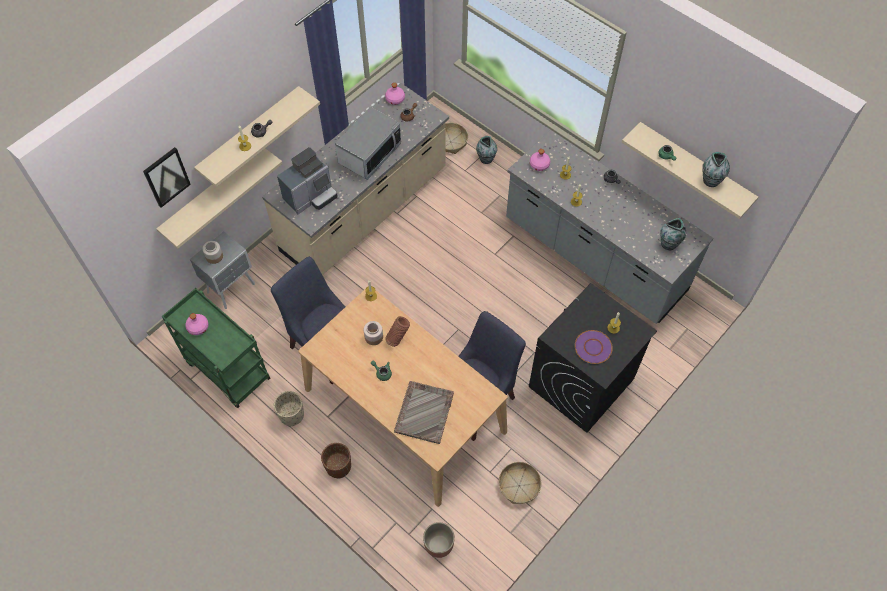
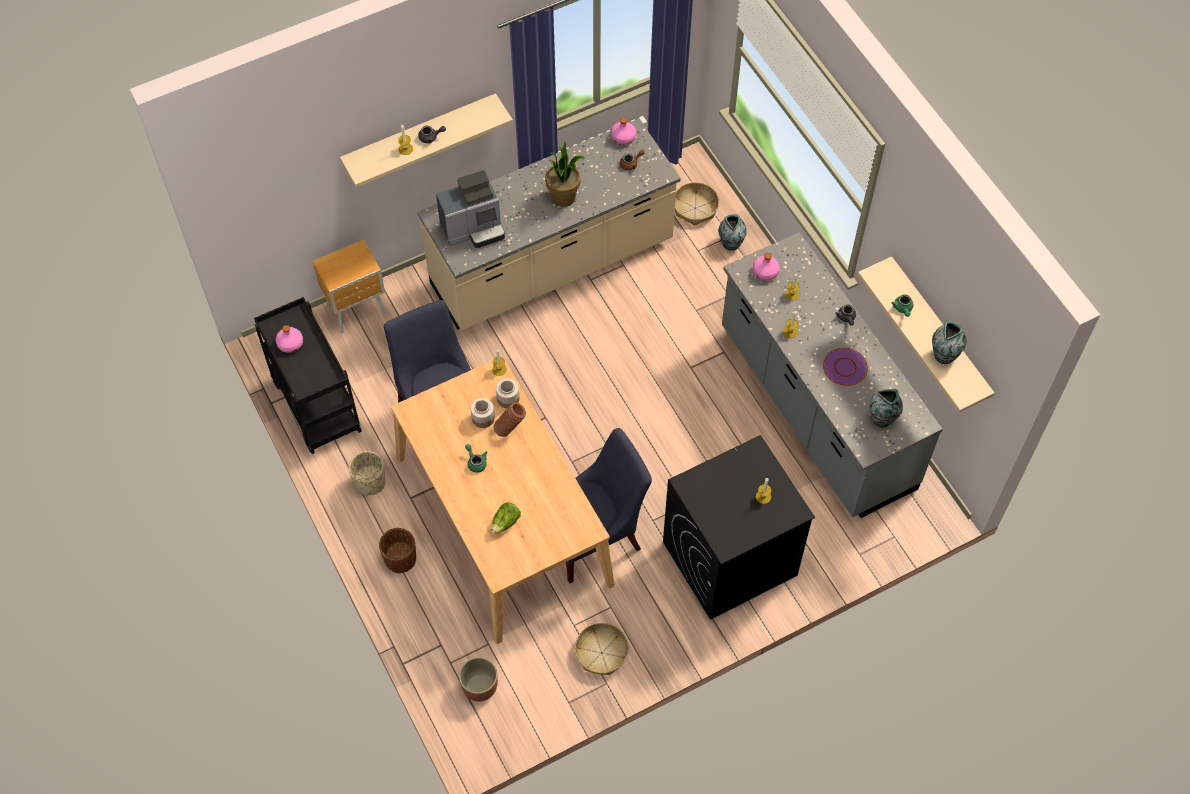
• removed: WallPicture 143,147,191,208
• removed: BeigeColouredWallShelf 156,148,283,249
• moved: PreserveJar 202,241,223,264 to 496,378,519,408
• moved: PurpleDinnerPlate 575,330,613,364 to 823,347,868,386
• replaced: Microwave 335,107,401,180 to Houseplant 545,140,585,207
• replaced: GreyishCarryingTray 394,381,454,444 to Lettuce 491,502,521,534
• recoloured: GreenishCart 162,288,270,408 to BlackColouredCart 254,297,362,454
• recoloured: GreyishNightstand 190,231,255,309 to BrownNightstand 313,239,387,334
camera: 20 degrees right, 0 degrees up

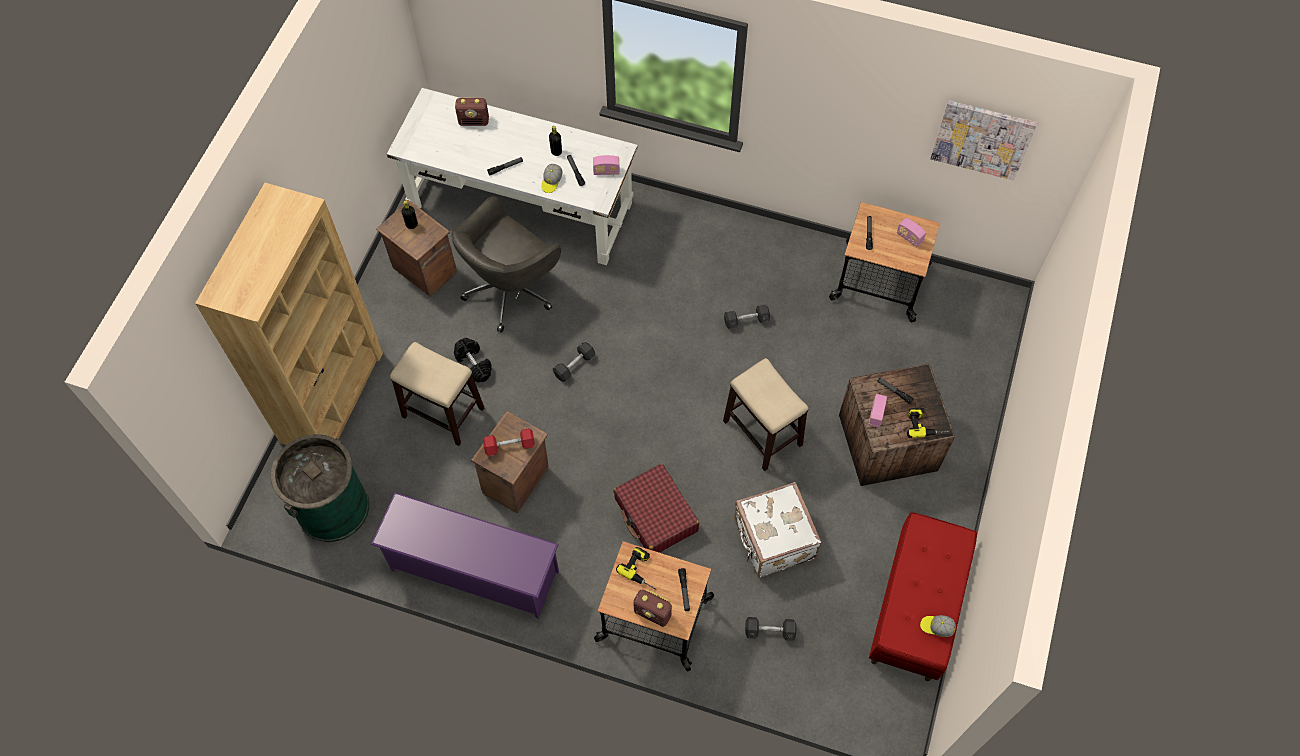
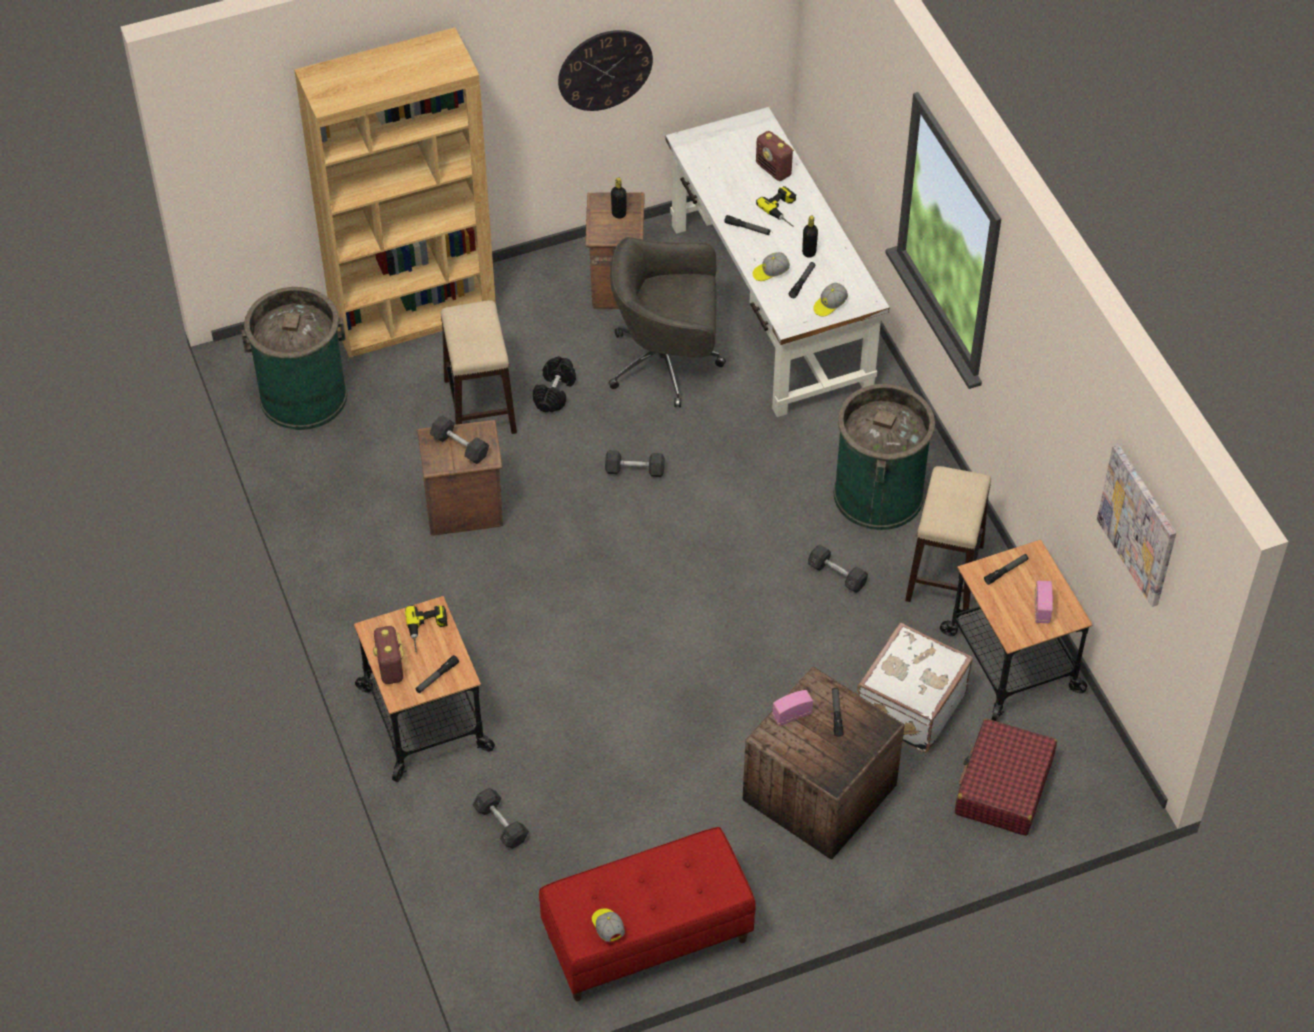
• removed: PurpleShoeShelf 371,493,559,619
• added: ClockOnTheWall 558,30,653,111
• added: GreenishTrashCan 833,384,935,530
• moved: RedColouredPieceOfLuggage 613,463,700,553 to 955,719,1057,836
• moved: SittingStool 723,358,808,471 to 905,466,991,614
• moved: WhiteColouredPieceOfLuggage 734,482,821,578 to 857,622,973,753
• moved: ElectricDrill 907,408,950,438 to 756,186,796,227
• replaced: RadioSet 593,155,620,175 to BaseballCap 813,283,848,316
• recoloured: RedColouredHandWeight 483,428,535,456 to GreyishHandWeight 430,415,489,464
camera: 50 degrees right, 10 degrees down

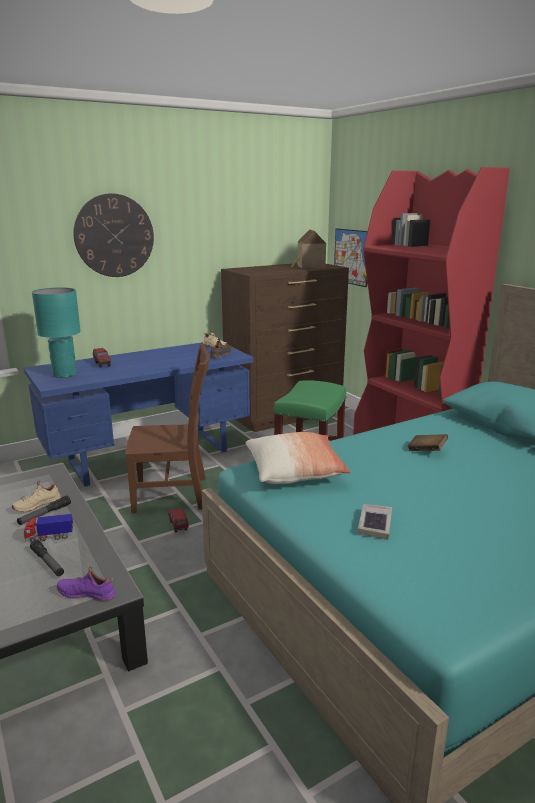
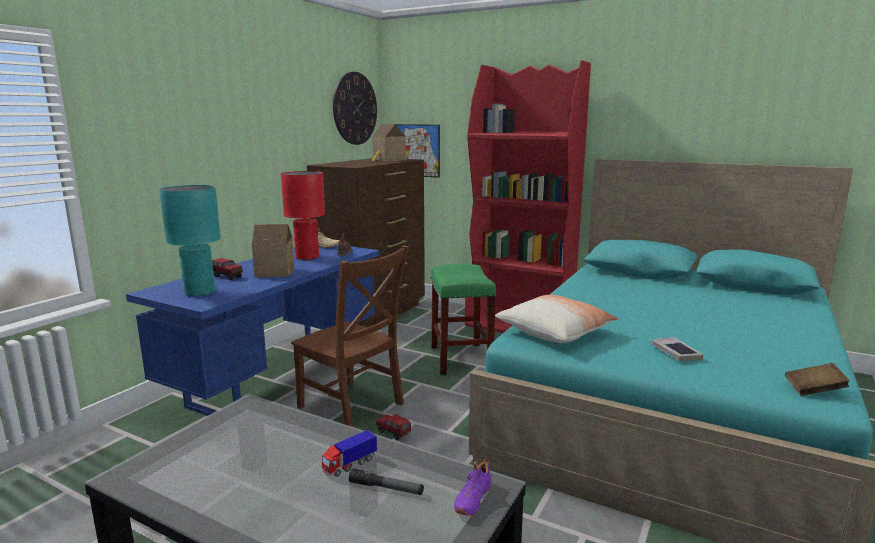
• removed: BeigeColouredLowShoe 12,480,61,512
• removed: Torch 17,496,71,525
• added: ModelHouse 252,224,294,277
• added: RedColouredTabletopLamp 281,171,325,260
• moved: ClockOnTheWall 73,193,154,277 to 333,72,377,145
• moved: BrownBook 407,434,448,451 to 785,363,850,396
• turned: PurpleLowShoe 57,566,116,602 = 454,458,492,516 45 degrees counterclockwise
• turned: BrownUprightChair 125,344,210,513 = 291,246,409,427 75 degrees clockwise
camera: 30 degrees left, 5 degrees down

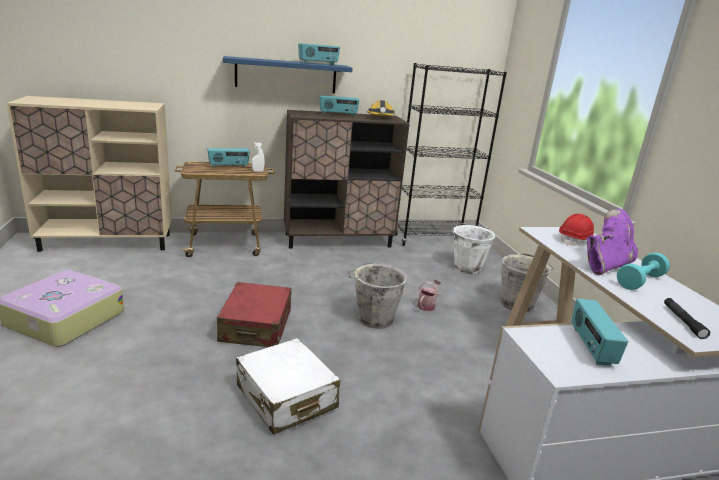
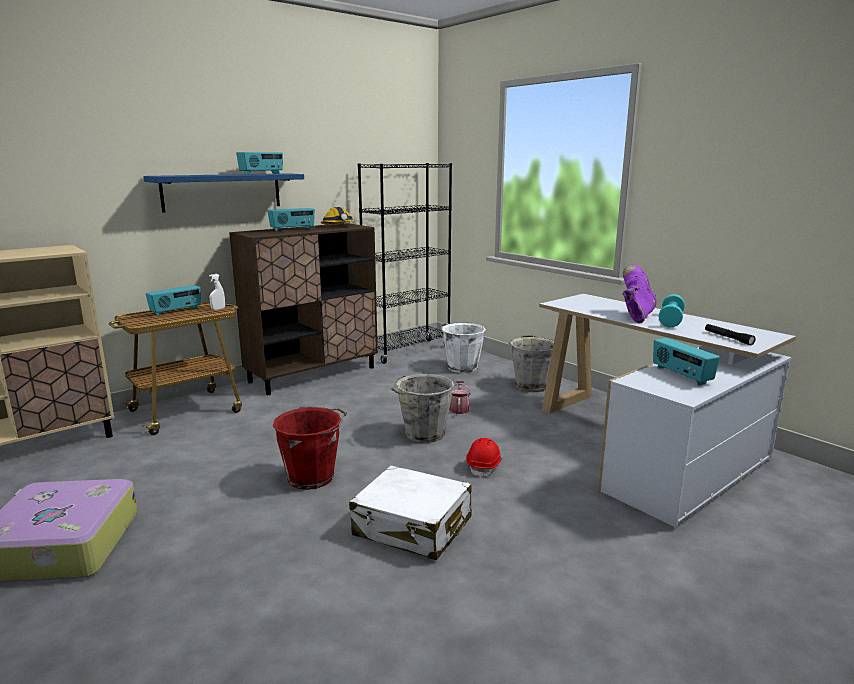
• moved: RedColouredSafetyHelmet 559,214,594,246 to 466,438,502,478
• replaced: RedColouredPieceOfLuggage 217,282,291,347 to RedColouredWaterBucket 273,406,347,490
camera: 25 degrees left, 5 degrees down

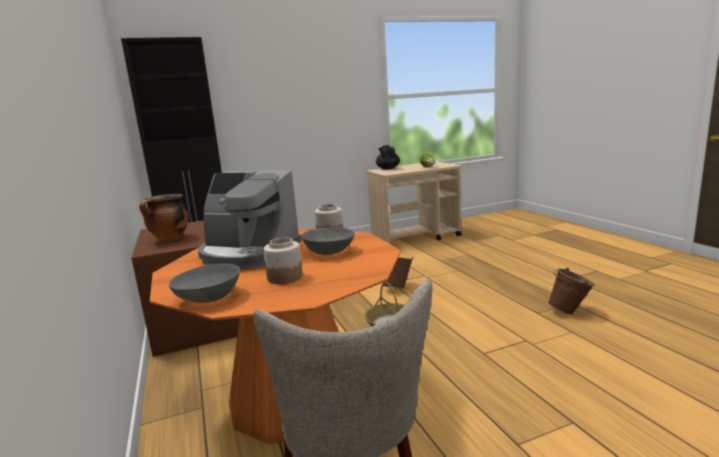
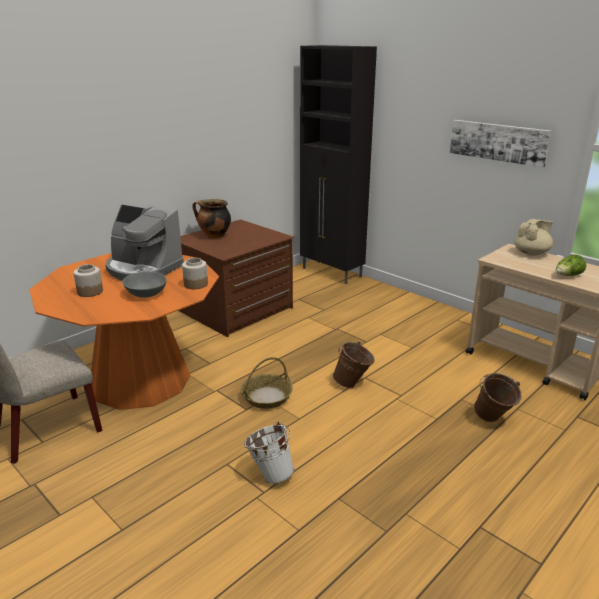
• removed: GreyishDeepDish 169,264,240,303
• added: WhiteColouredWaterBucket 244,421,295,484
• added: WallPicture 450,120,552,167
• moved: BrownWaterBucket 548,268,595,315 to 474,373,522,422
• recoloured: BlackColouredTeapot 376,145,400,170 to BeigeColouredTeapot 514,219,553,256
• turned: CoffeeMachine 198,170,301,269 = 105,202,184,281 60 degrees counterclockwise
camera: 65 degrees right, 10 degrees up

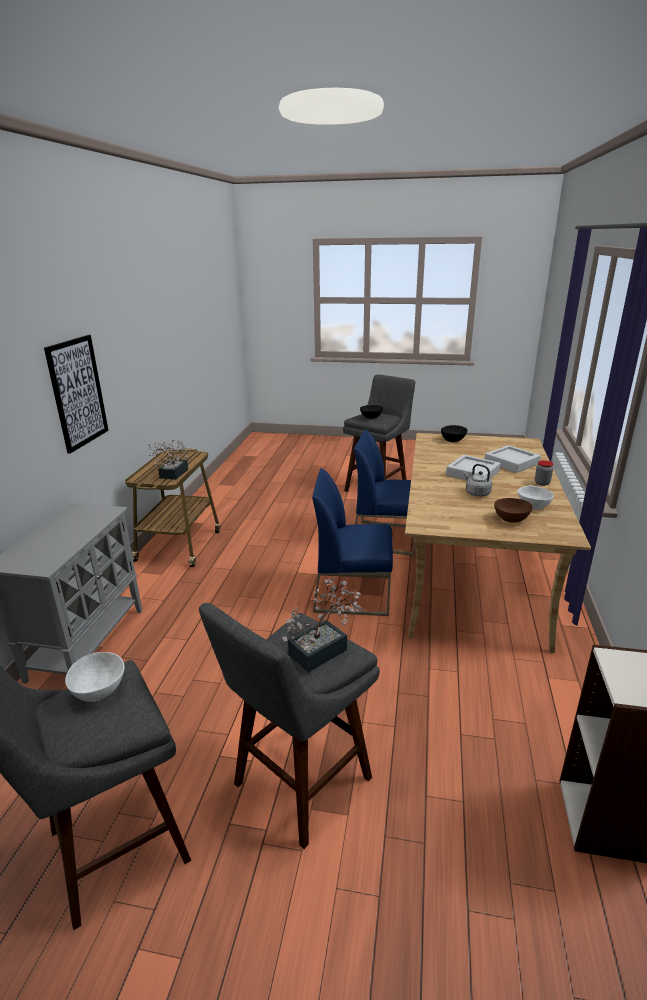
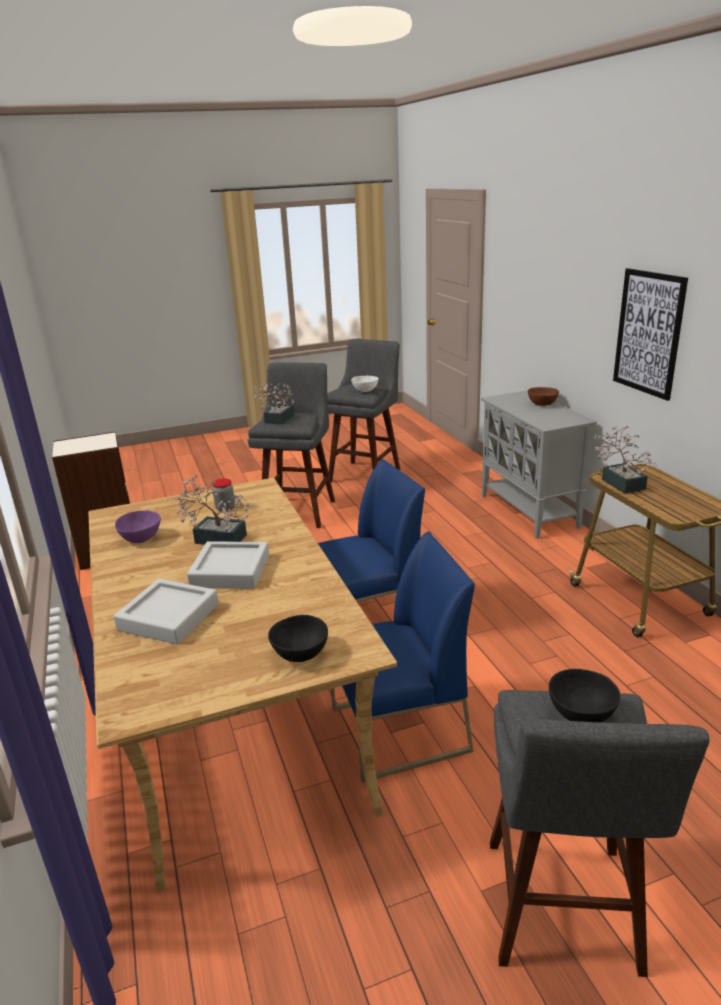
• moved: BrownDeepDish 494,498,533,522 to 528,387,559,406
• moved: PreserveJar 535,460,553,486 to 212,479,235,512
• replaced: GreyishTeaKettle 464,464,492,497 to Houseplant 172,475,252,545
• recoloured: WhiteColouredDeepDish 517,486,554,510 to PurpleDeepDish 115,510,161,543
camera: 150 degrees right, 0 degrees up

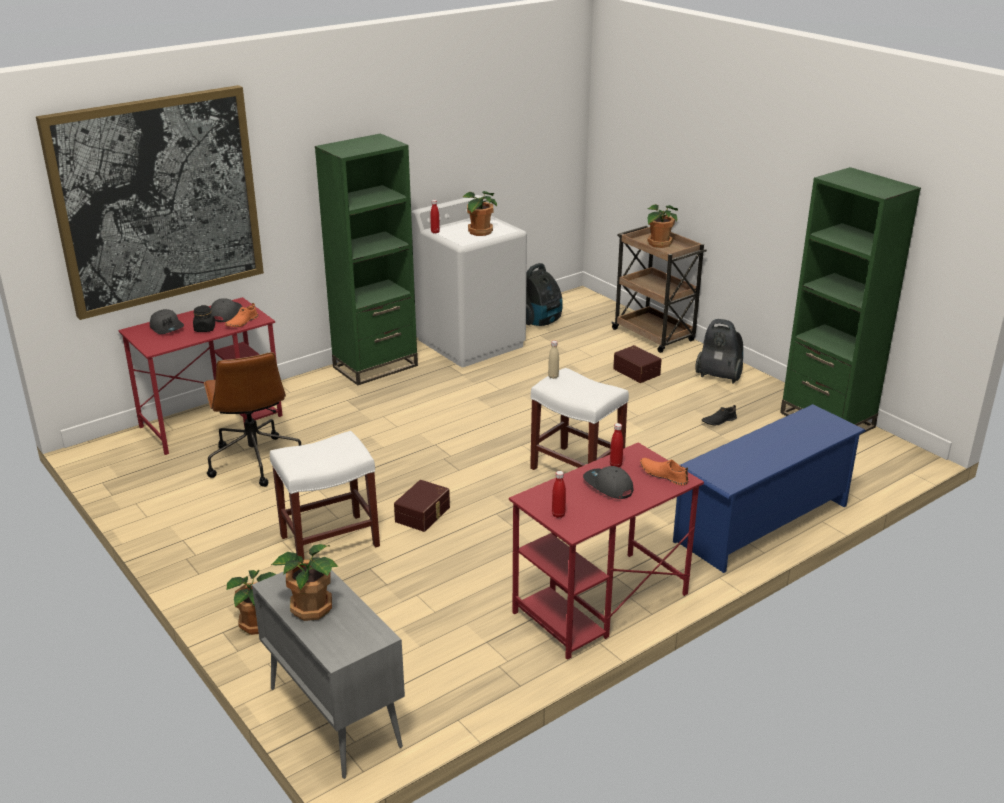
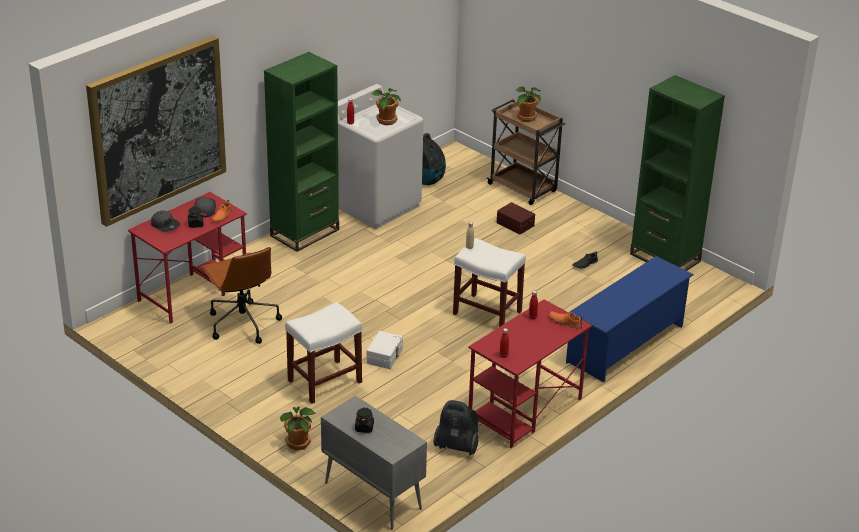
• removed: GreyishBaseballCap 583,466,633,499
• moved: Hoover 695,319,743,383 to 434,400,479,455
• replaced: Houseplant 271,544,339,621 to BlackColouredPreserveJar 355,408,374,433
• recoloured: BrownStorageBin 394,480,450,532 to WhiteColouredStorageBin 366,331,403,369
camera: 10 degrees left, 5 degrees up

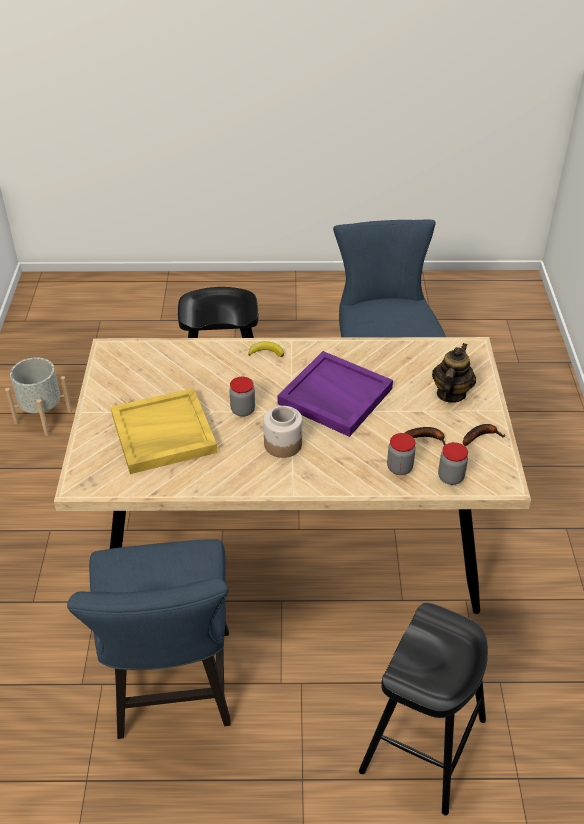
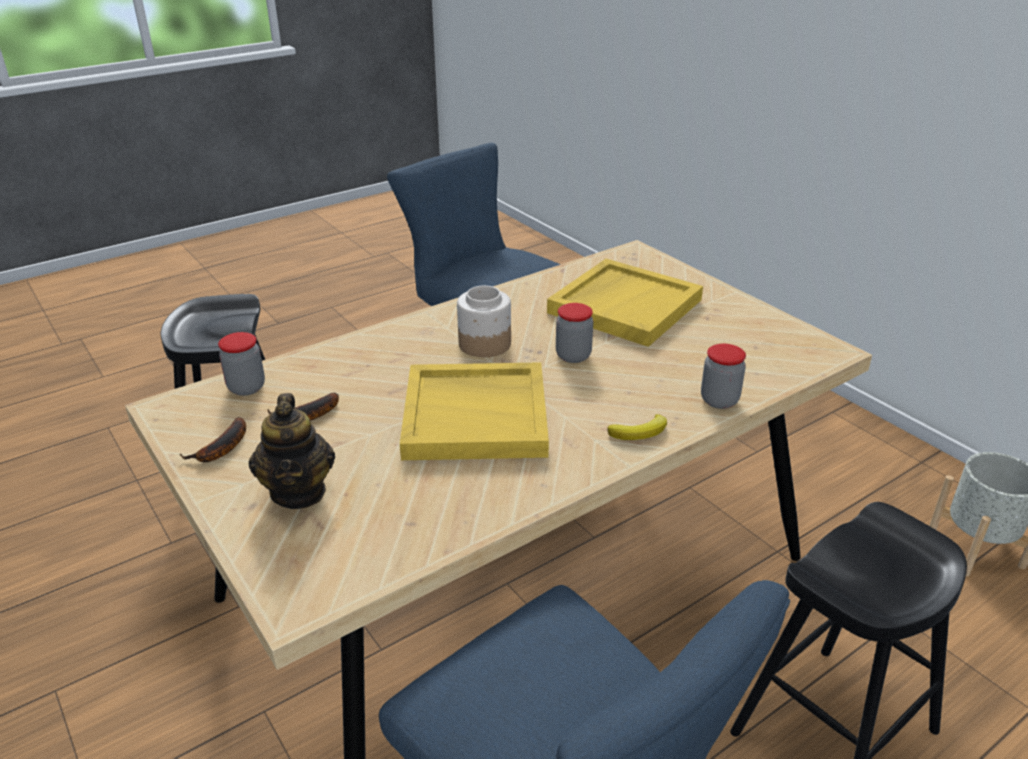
• moved: PreserveJar 387,433,416,475 to 701,344,746,409
• recoloured: PurpleCarryingTray 278,351,393,437 to YellowishCarryingTray 400,362,549,460
camera: 145 degrees right, 10 degrees down

